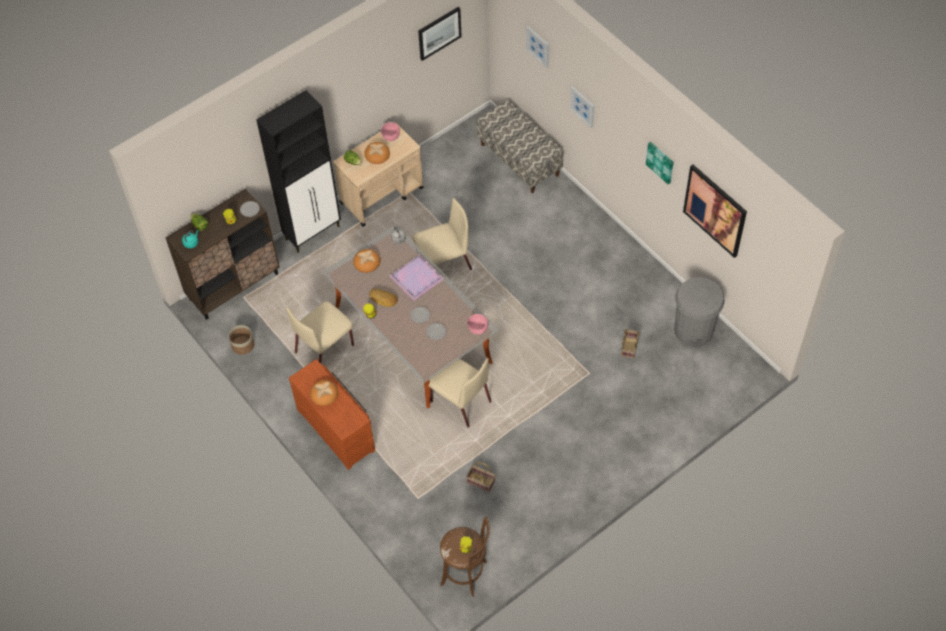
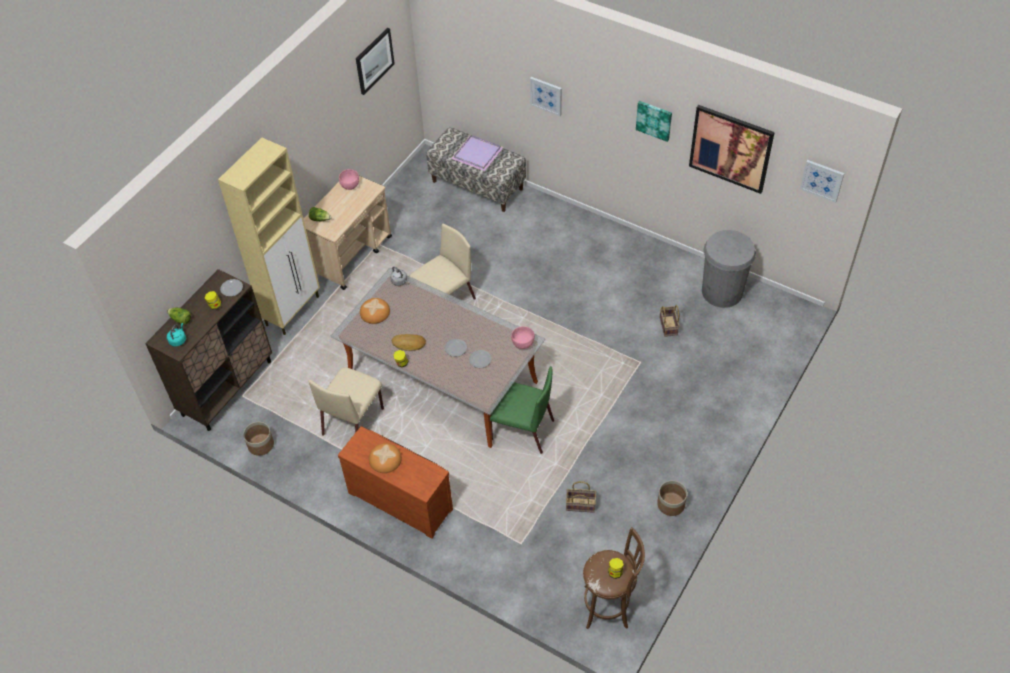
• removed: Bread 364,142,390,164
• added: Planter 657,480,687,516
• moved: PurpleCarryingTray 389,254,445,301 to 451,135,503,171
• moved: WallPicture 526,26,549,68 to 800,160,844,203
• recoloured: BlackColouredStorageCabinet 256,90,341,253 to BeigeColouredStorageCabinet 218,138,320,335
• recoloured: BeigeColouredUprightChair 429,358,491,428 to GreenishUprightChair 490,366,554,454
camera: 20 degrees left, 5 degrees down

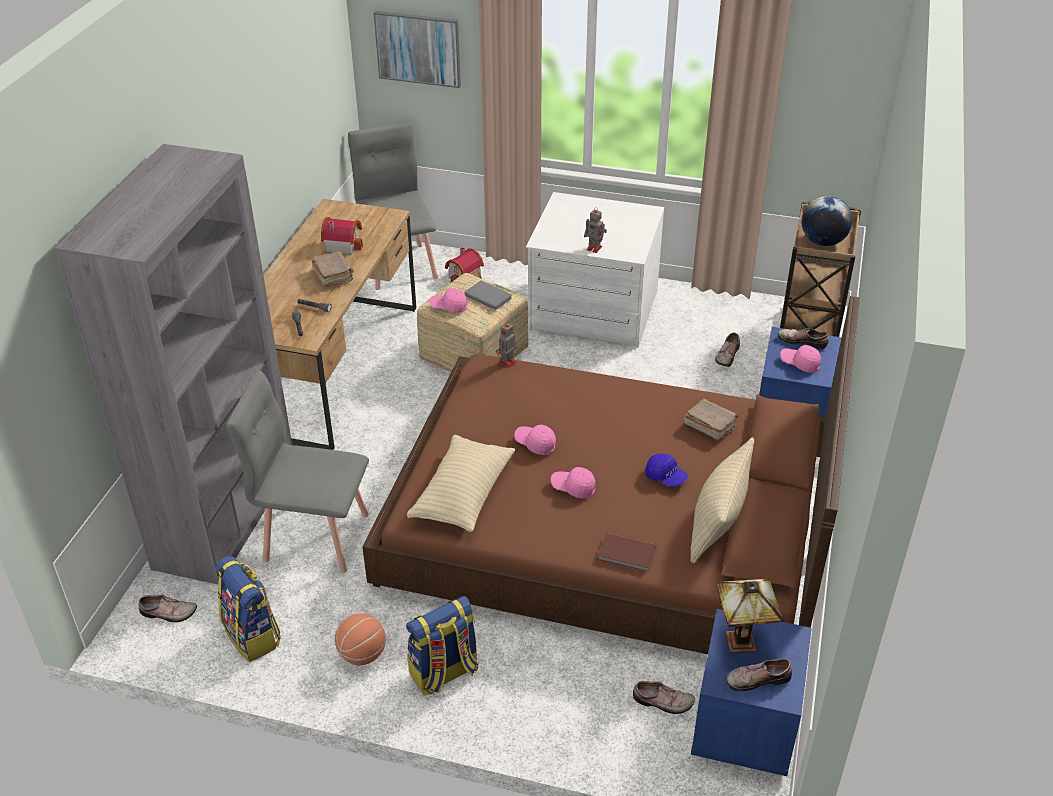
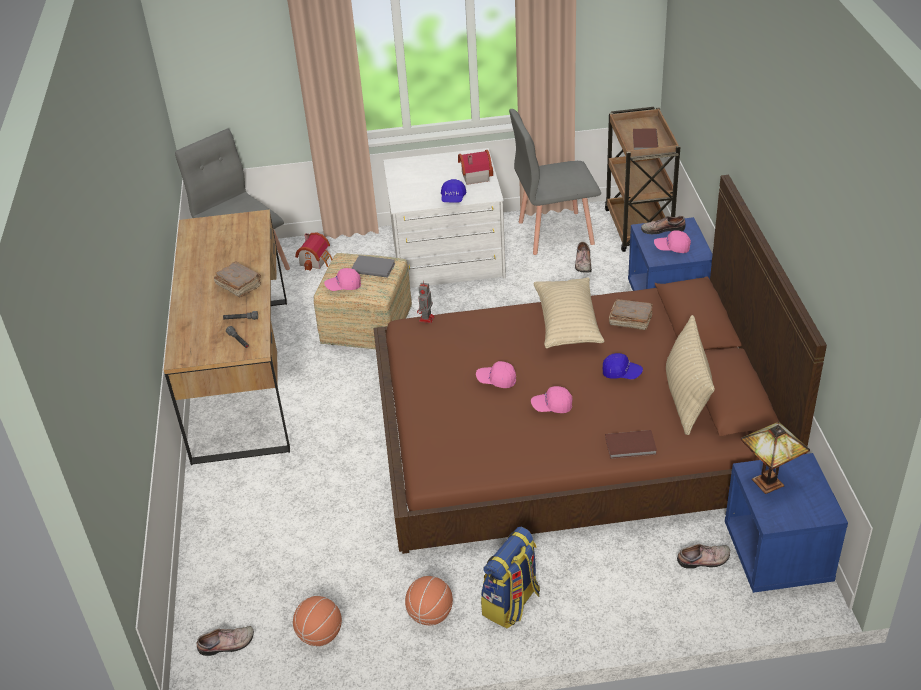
• removed: GreyishShelvingUnit 55,144,292,585
• removed: WallPicture 374,11,461,88
• removed: LowShoe 727,658,792,692
• moved: GreyishUprightChair 226,370,369,573 to 509,109,601,255
• moved: ModelHouse 321,217,363,255 to 458,150,493,185
• moved: BeigeColouredPillow 407,435,516,532 to 534,277,604,349
• replaced: Rucksack 215,556,281,662 to BallForBasketball 293,596,342,646
• replaced: ToyRobot 584,207,607,253 to BlueBaseballCap 441,179,466,202
• replaced: WorldGlobe 802,196,852,246 to BrownBook 633,129,658,150
camera: 20 degrees left, 0 degrees up

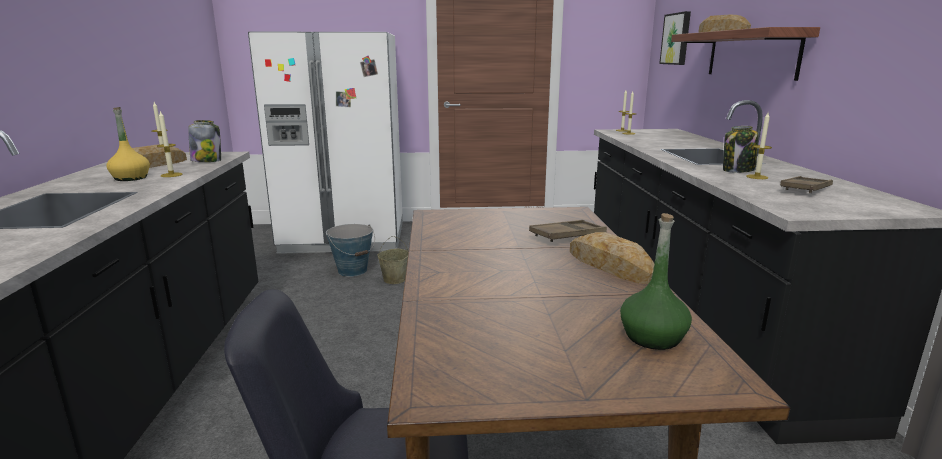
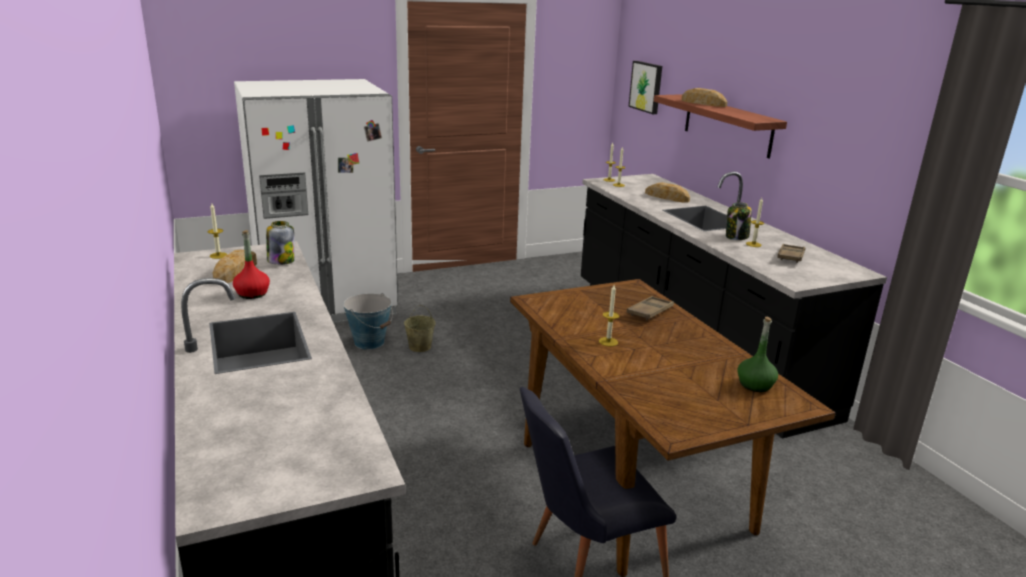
• moved: Candle 157,111,183,177 to 599,285,619,346
• moved: Bread 570,232,654,284 to 645,182,690,203
• recoloured: YellowishDrinkBottle 106,107,150,181 to RedColouredDrinkBottle 233,230,270,299
camera: 20 degrees left, 5 degrees up

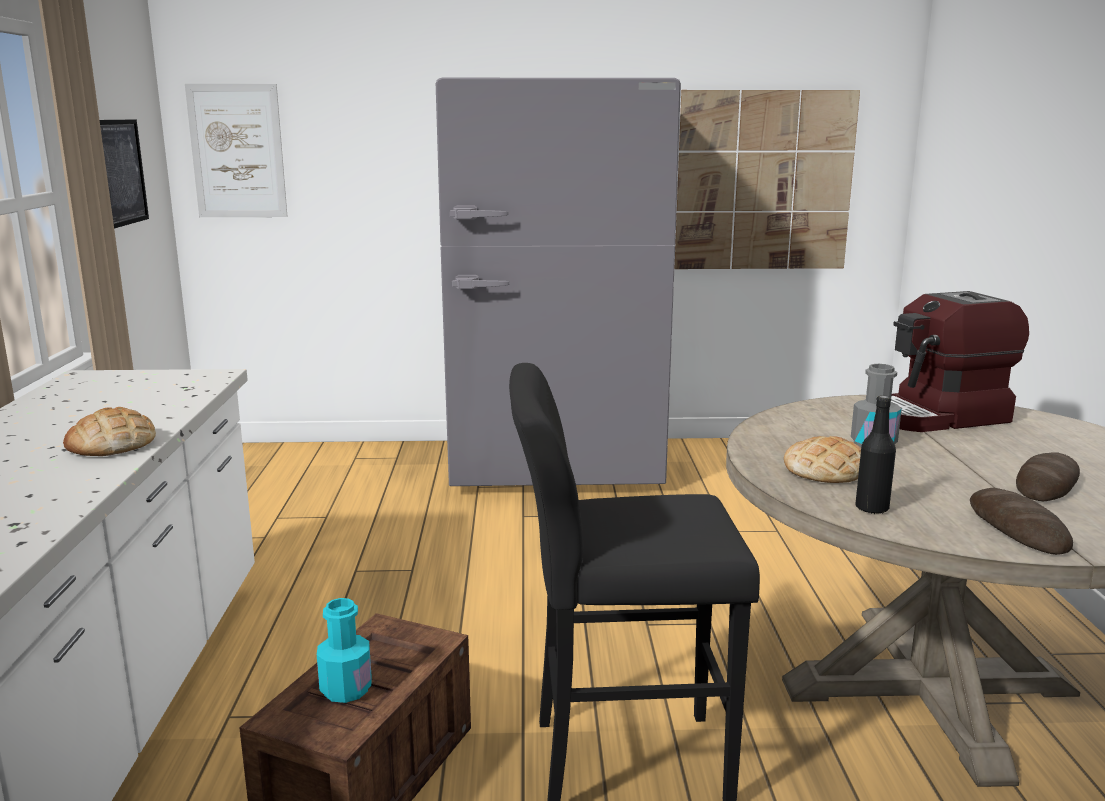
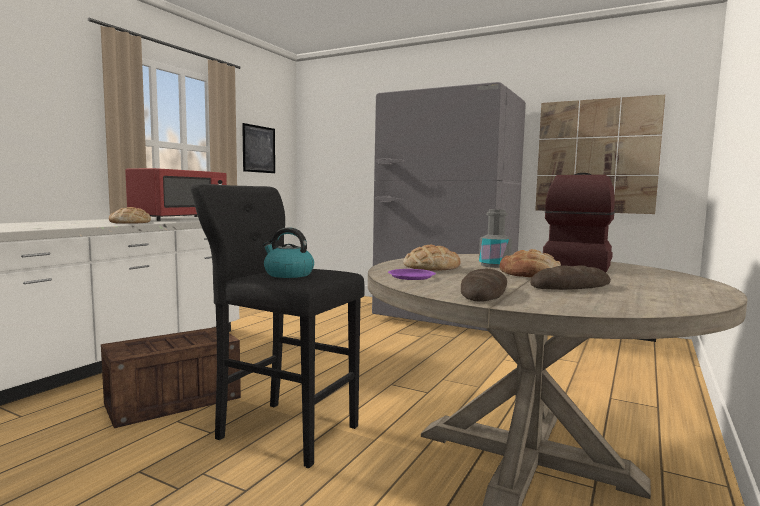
• removed: WallPicture 185,84,287,217
• removed: BlueGreenDrinkBottle 317,598,372,703
• added: RedColouredMicrowave 125,168,227,221
• added: TeaKettle 263,227,314,278
• added: Bread 499,249,561,277
• replaced: BlackColouredDrinkBottle 855,395,896,514 to PurpleDinnerPlate 388,269,436,280
• turned: CoffeeMachine 891,291,1029,432 = 543,173,615,273 105 degrees clockwise
camera: 30 degrees right, 10 degrees down

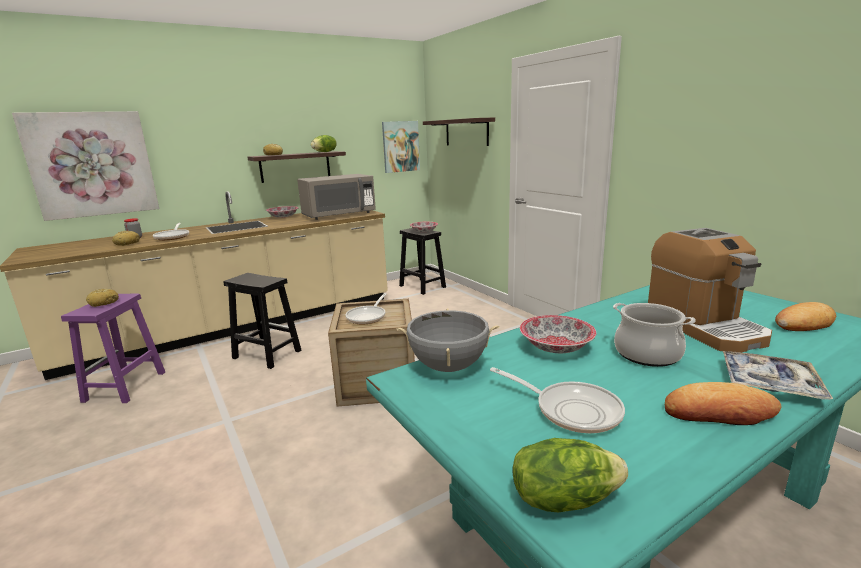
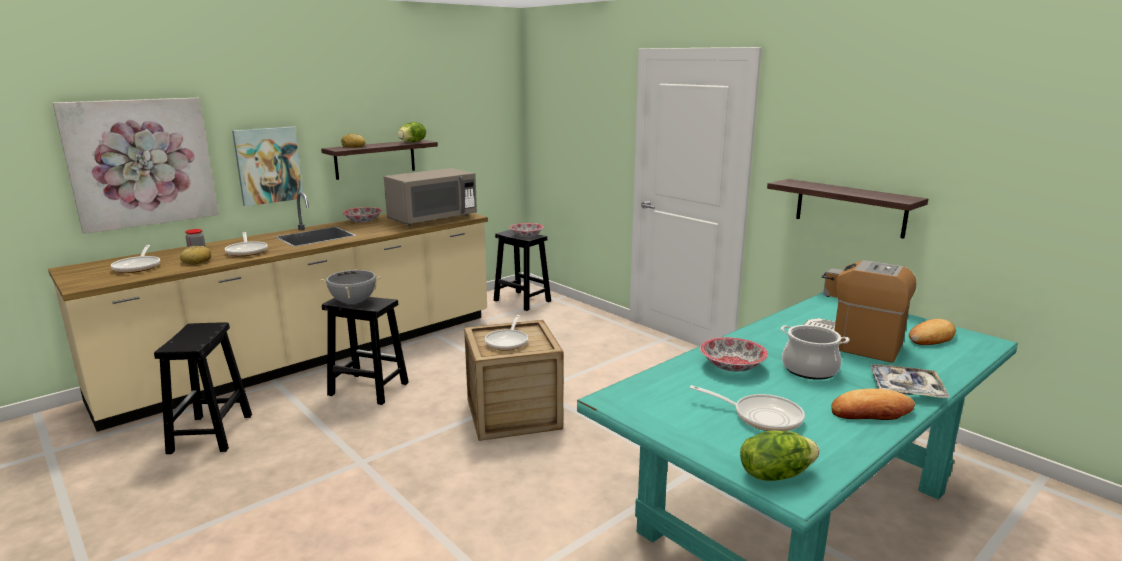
• removed: Bread 86,289,119,307
• added: Skillet 111,245,160,273
• moved: WallPicture 382,121,420,173 to 232,126,304,206
• moved: GreyishStockpot 396,308,499,372 to 320,269,382,304
• moved: WallShelf 423,117,495,146 to 767,179,928,239
• recoloured: PurpleSittingStool 61,294,165,403 to BlackColouredSittingStool 154,322,252,454
• turned: CoffeeMachine 648,228,772,352 = 804,260,916,363 150 degrees clockwise
camera: 10 degrees left, 0 degrees up

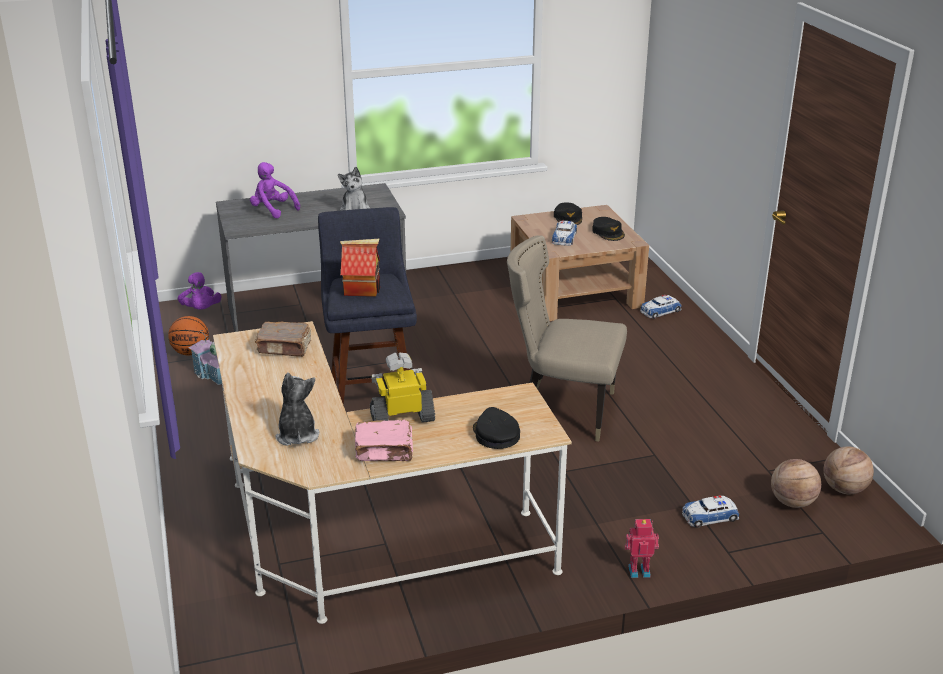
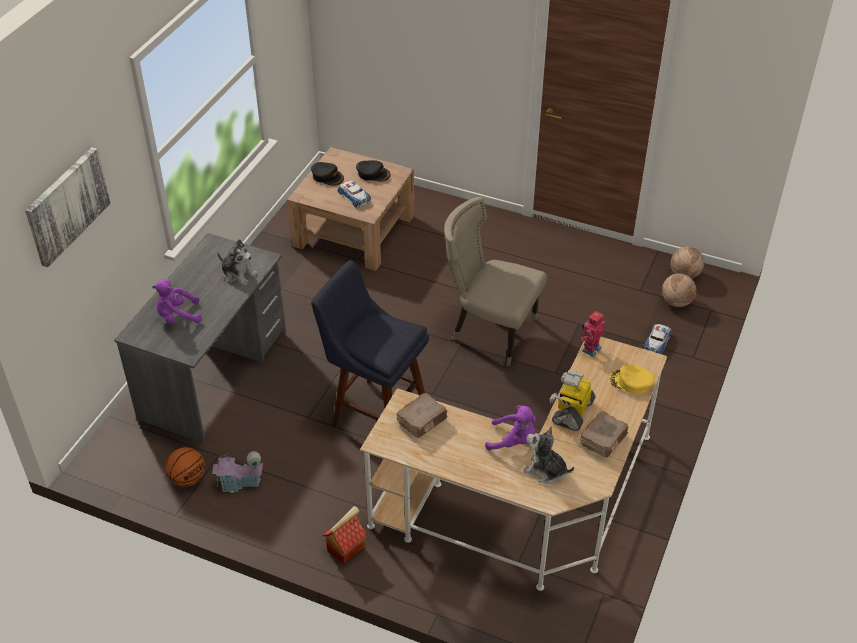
• removed: MiniatureCar 640,295,682,319
• added: WallPicture 25,147,111,267
• moved: PurpleCuddlyToy 178,272,222,310 to 485,405,536,450
• moved: ModelHouse 340,239,380,297 to 322,506,367,564
• moved: ToyRobot 625,519,659,578 to 581,311,605,357
• recoloured: PinkColouredBook 355,419,413,461 to BrownBook 580,411,629,457
• recoloured: BlackColouredBaseballCap 473,407,520,449 to YellowishBaseballCap 609,364,655,395
• turned: BeigeColouredUprightChair 507,235,627,442 = 444,197,547,366 60 degrees clockwise
camera: 50 degrees left, 15 degrees up

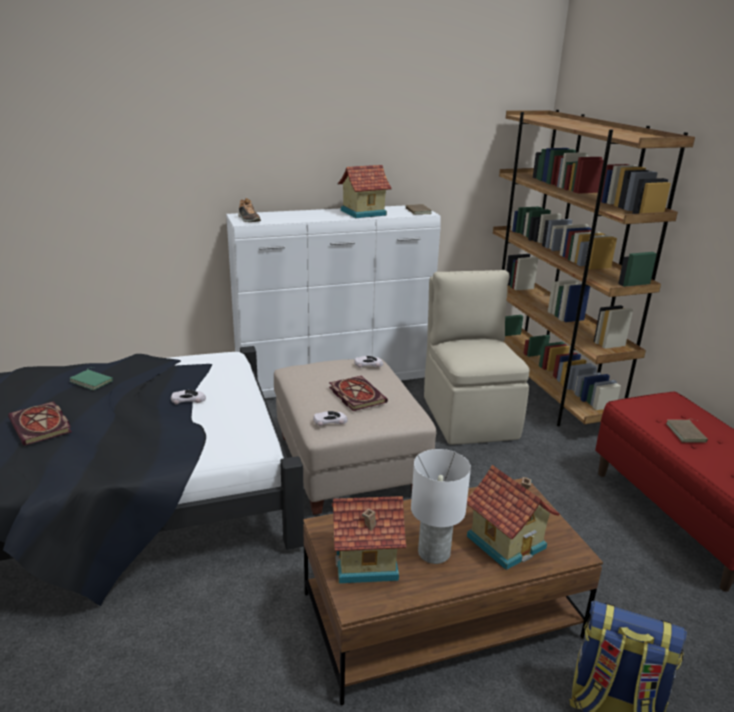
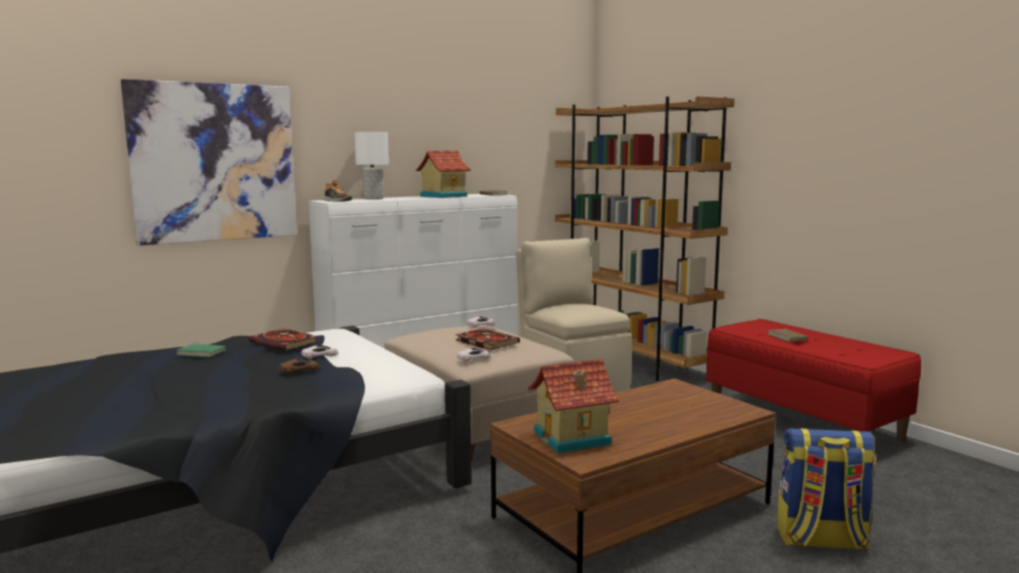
• removed: ModelHouse 467,465,560,570
• added: WallPicture 121,79,297,246
• added: BrownMiniatureCar 279,358,320,374
• moved: Book 8,401,72,446 to 249,329,318,350
• moved: WhiteColouredTabletopLamp 411,449,471,564 to 354,132,389,199
camera: 15 degrees left, 15 degrees down

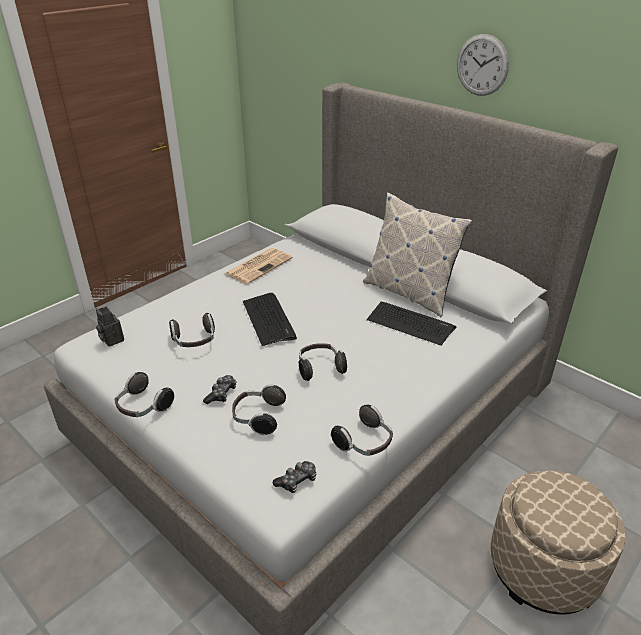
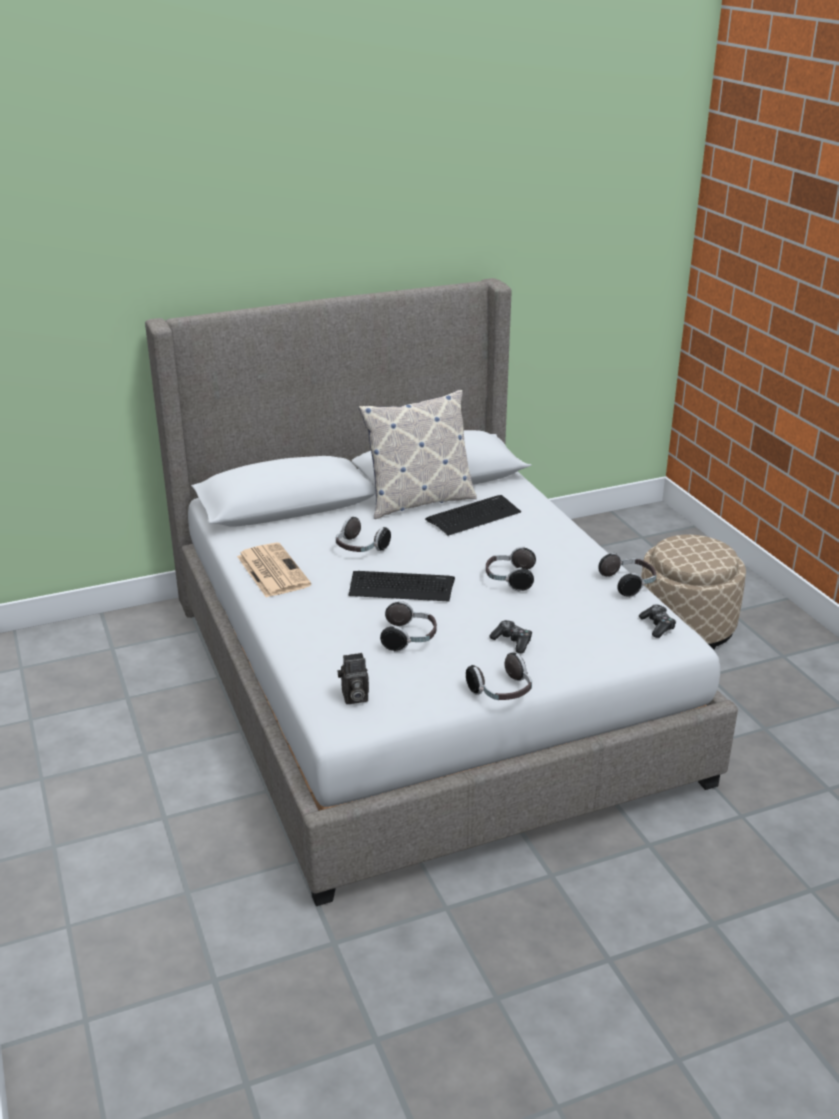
• removed: ClockOnTheWall 457,34,509,96
• moved: Headphones 232,384,286,435 to 336,517,391,552
camera: 65 degrees left, 5 degrees down

